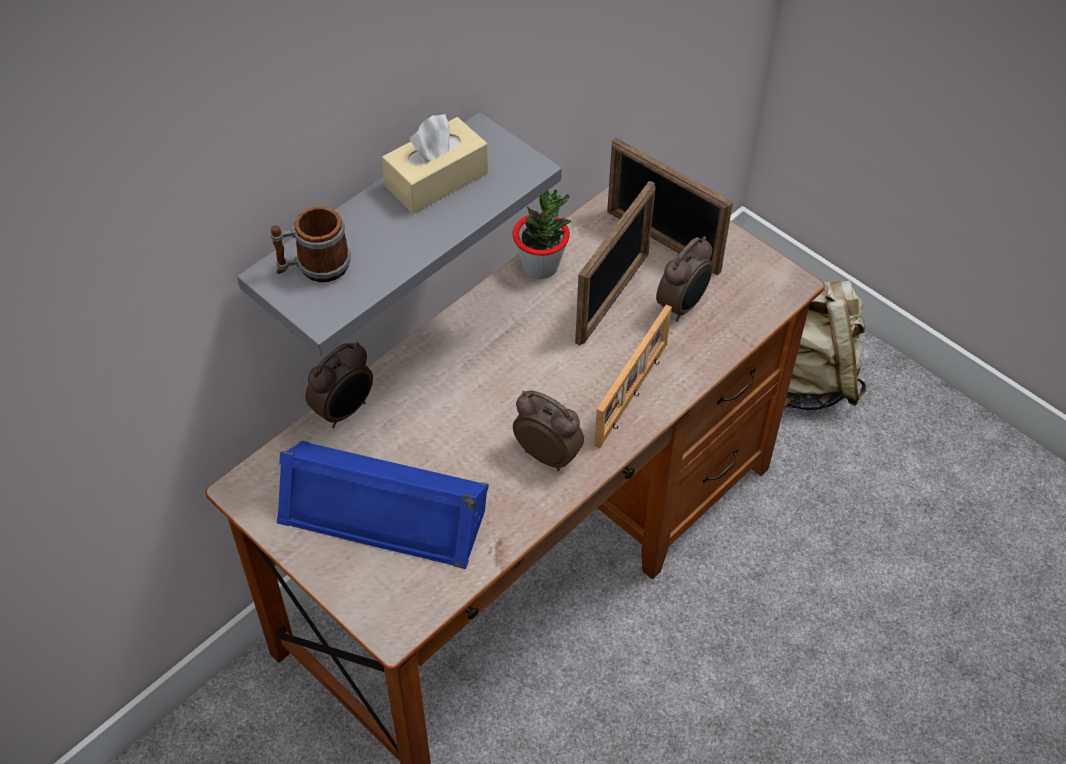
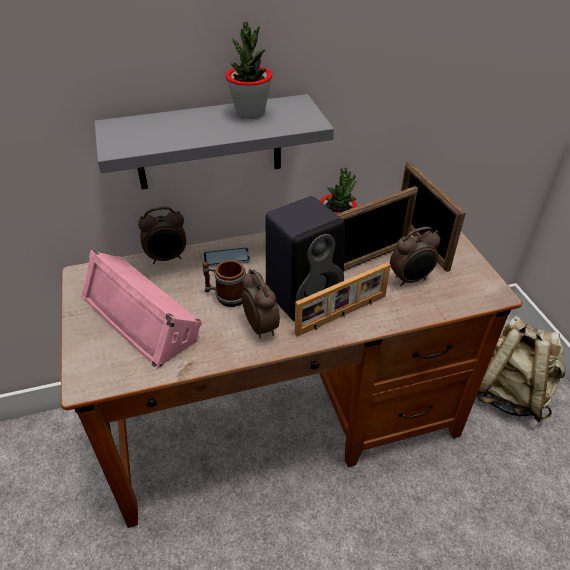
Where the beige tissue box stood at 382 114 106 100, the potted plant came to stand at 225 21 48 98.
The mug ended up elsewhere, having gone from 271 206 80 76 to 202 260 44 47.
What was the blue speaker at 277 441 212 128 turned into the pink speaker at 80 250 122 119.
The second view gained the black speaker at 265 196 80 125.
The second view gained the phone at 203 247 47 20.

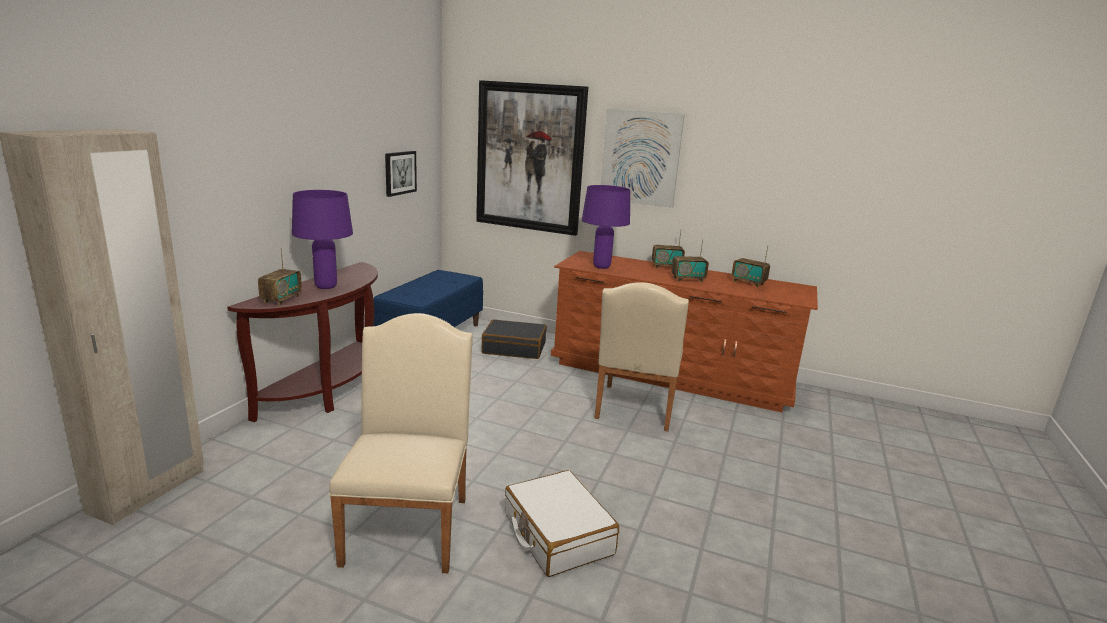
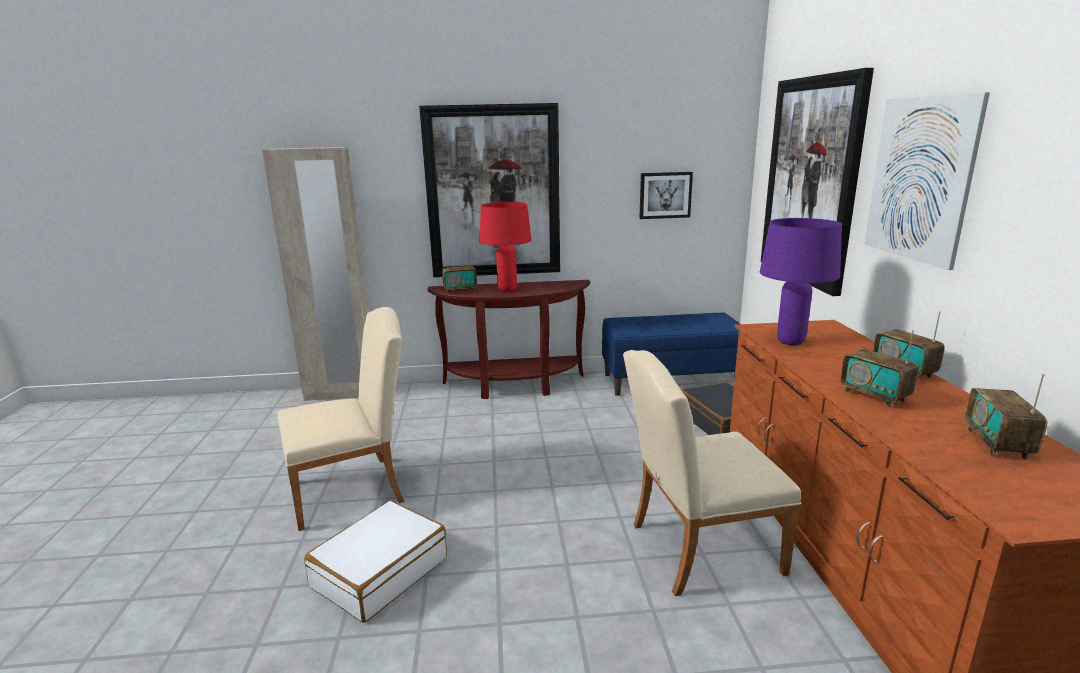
What was the purple table lamp at 292 190 61 99 turned into the red table lamp at 479 202 53 90.
The second view gained the picture at 419 103 141 174.

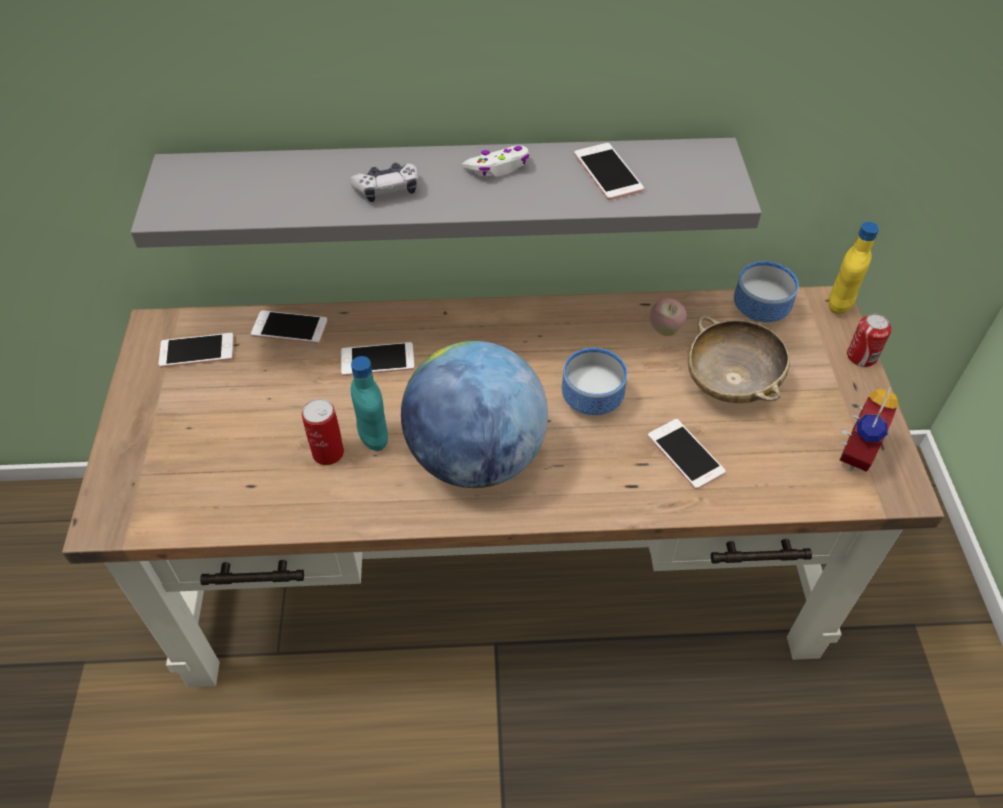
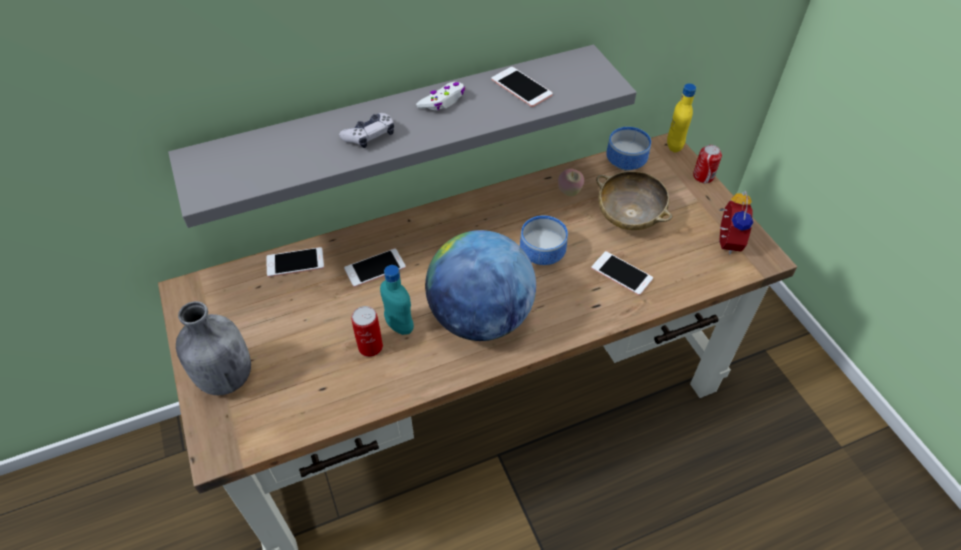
The second view lost the phone at 159 333 75 35.
The second view gained the grey bottle at 176 301 75 94.

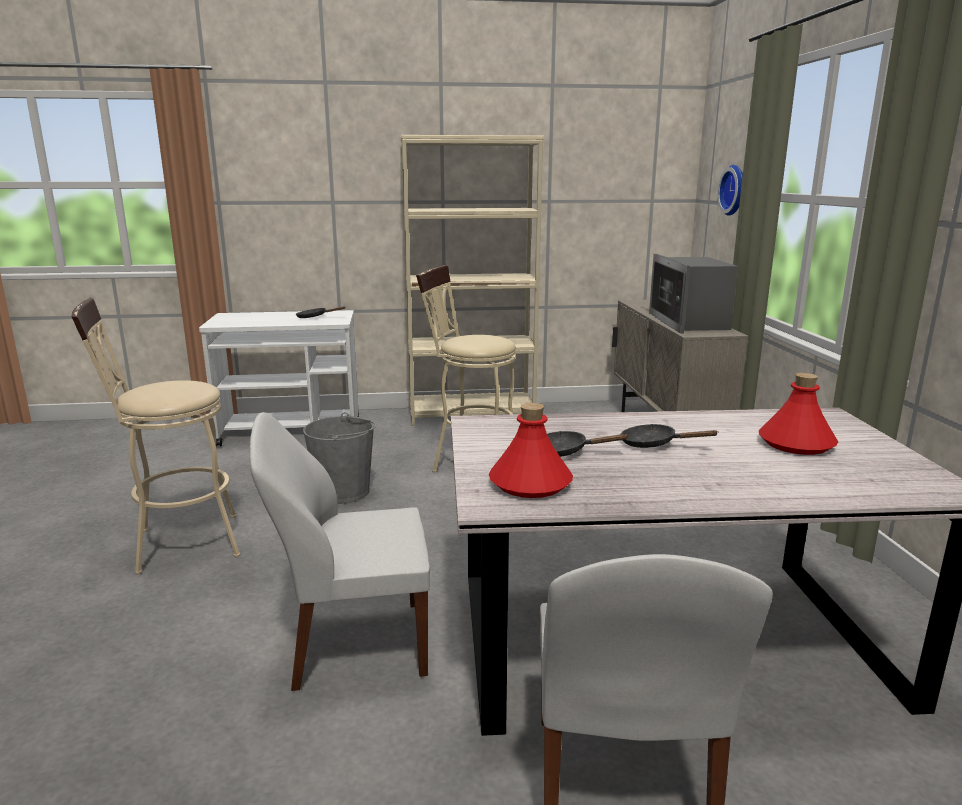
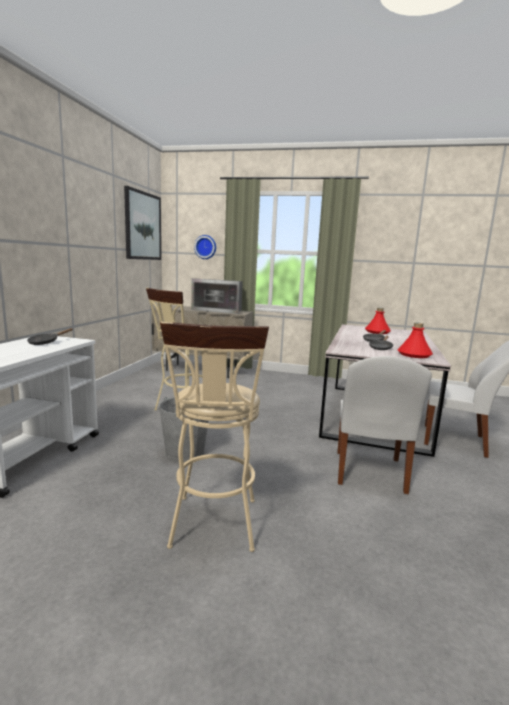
The second view lost the beige bookcase at 401 135 143 290.
The second view gained the picture at 124 186 37 74.

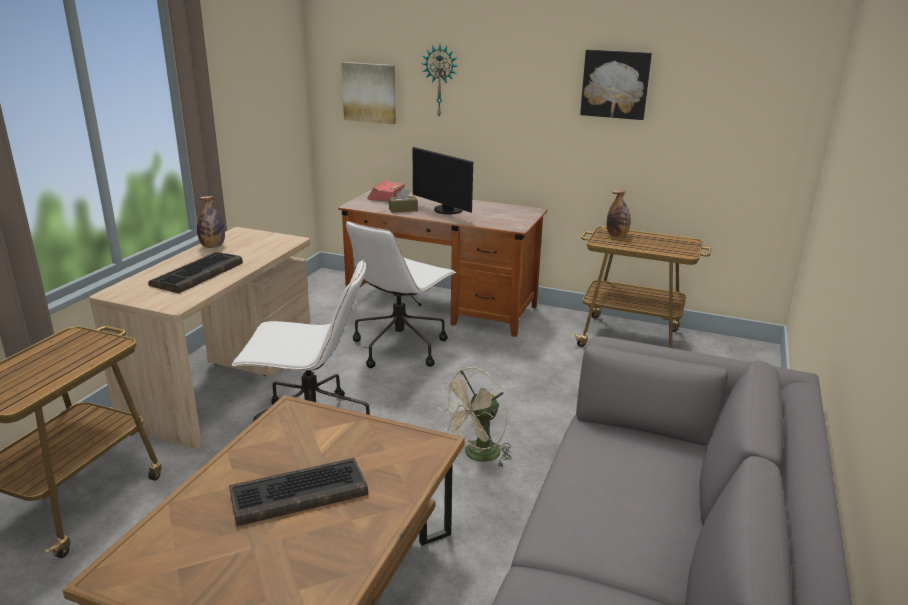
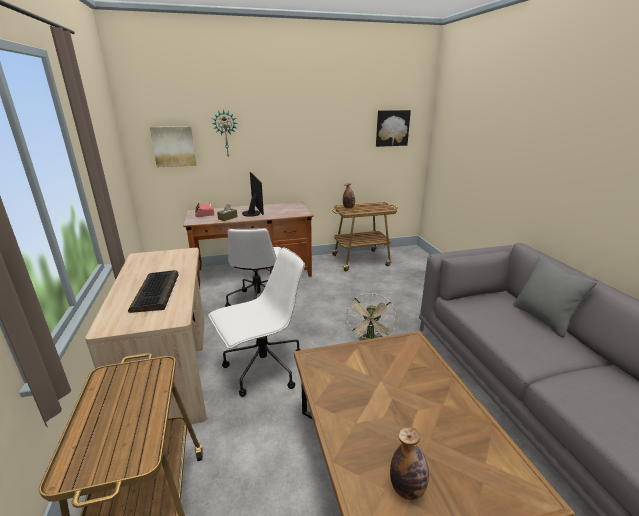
The picture ended up elsewhere, having gone from 580 49 72 71 to 376 110 35 37.
The monitor at 413 147 60 68 ended up facing another way, 120 degrees counterclockwise from before.
The bottle ended up elsewhere, having gone from 197 196 28 52 to 390 427 39 73.
The second view lost the keyboard at 229 458 139 68.
The second view gained the grey pillow at 513 256 84 81.

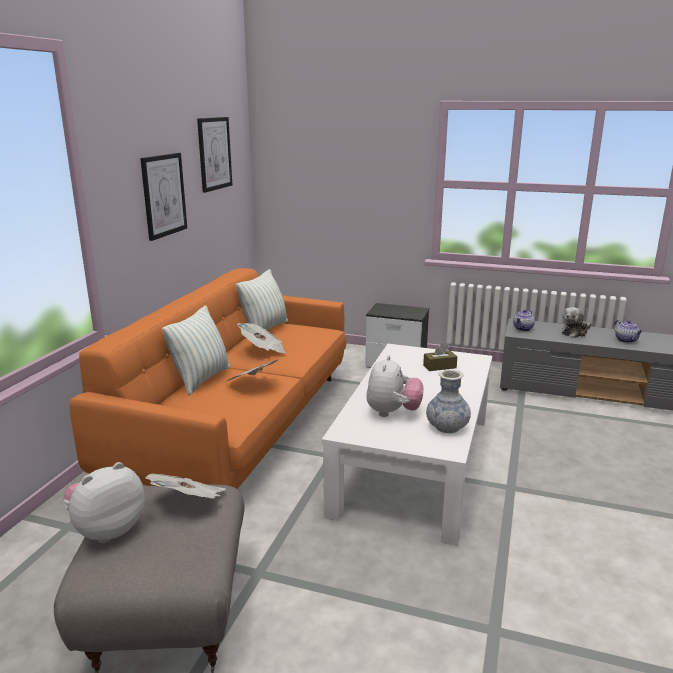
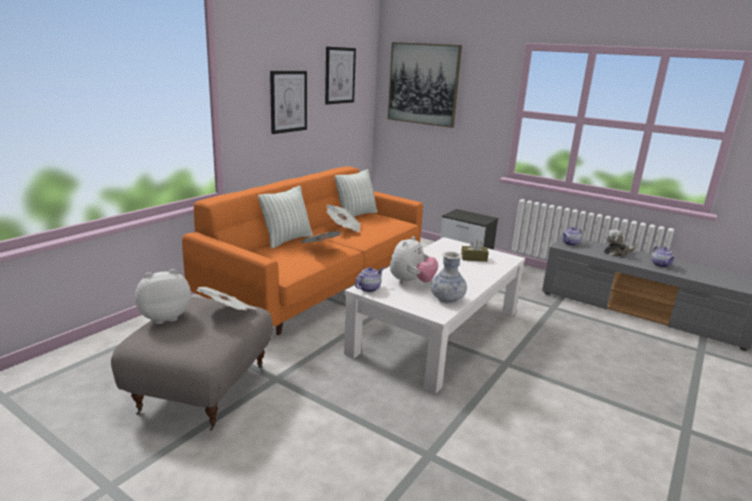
The second view gained the picture at 388 42 74 86.
The second view gained the teapot at 355 267 28 25.

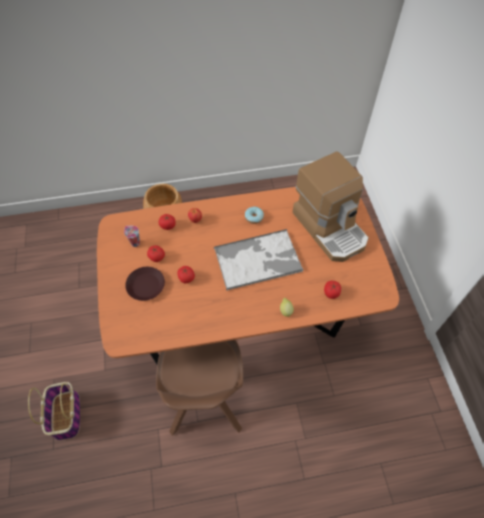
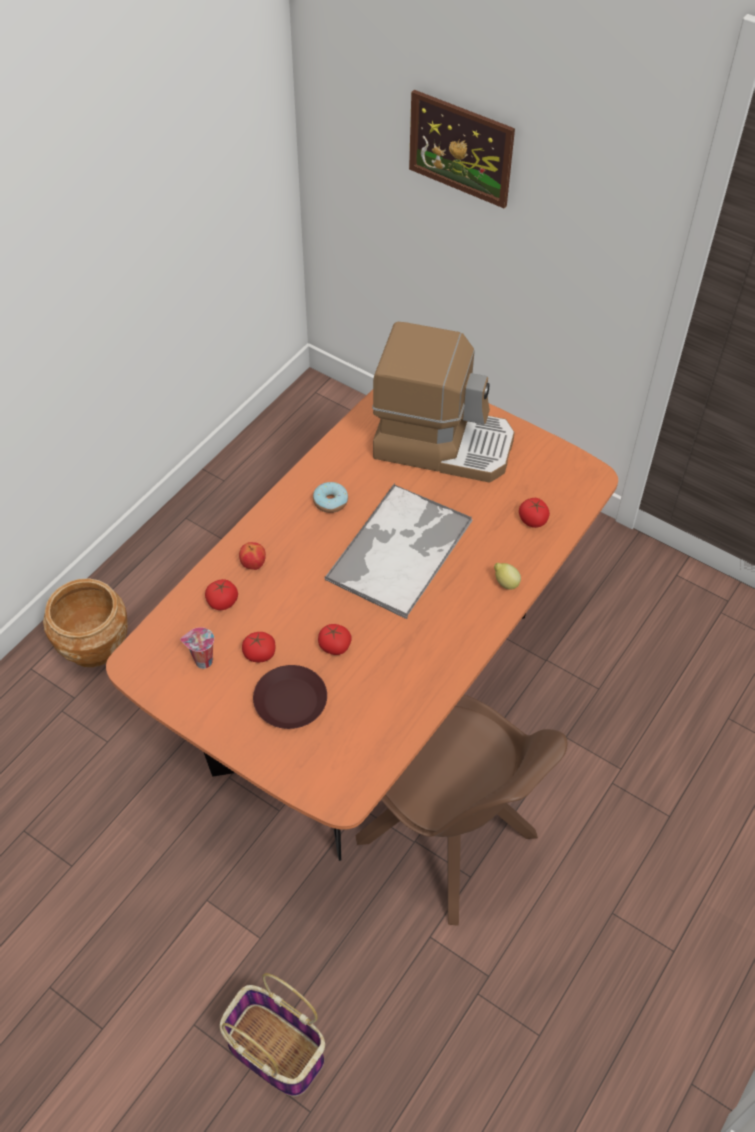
The second view gained the picture at 409 90 106 118.

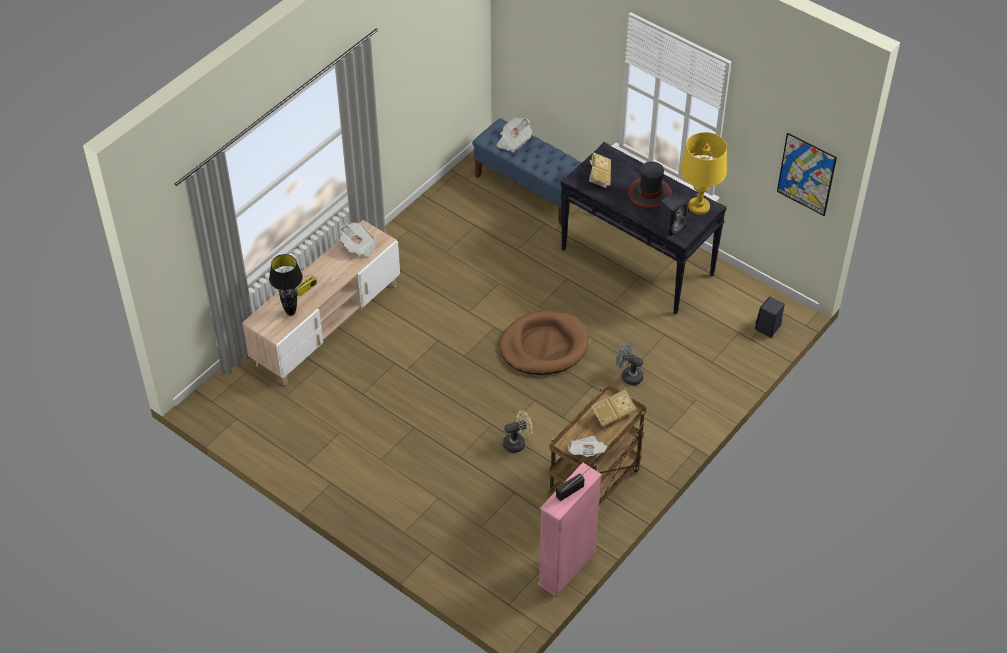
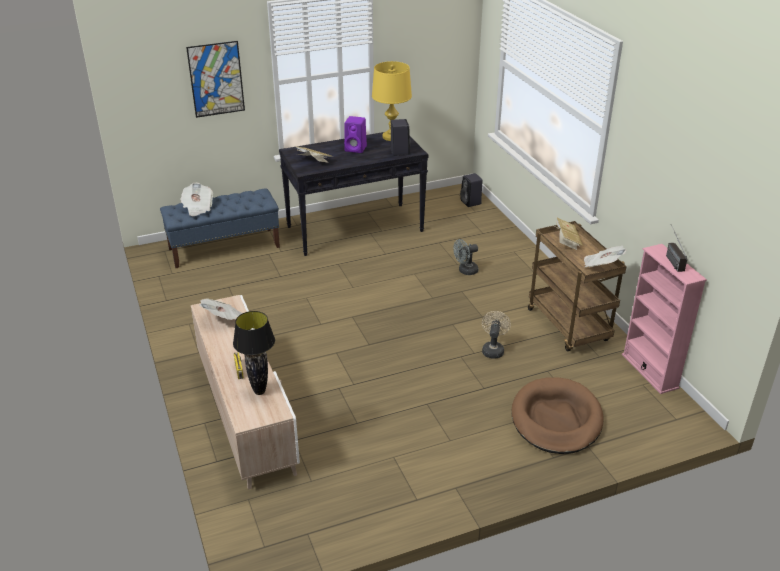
The picture ended up elsewhere, having gone from 777 133 60 83 to 186 41 59 77.
Where the hat stood at 628 162 44 46, the purple speaker came to stand at 344 116 23 37.
The brown dog bed ended up elsewhere, having gone from 500 311 88 64 to 511 377 92 77.

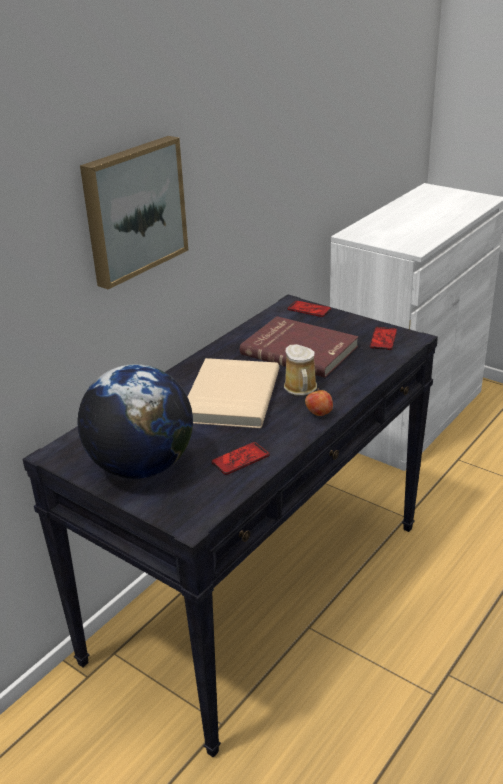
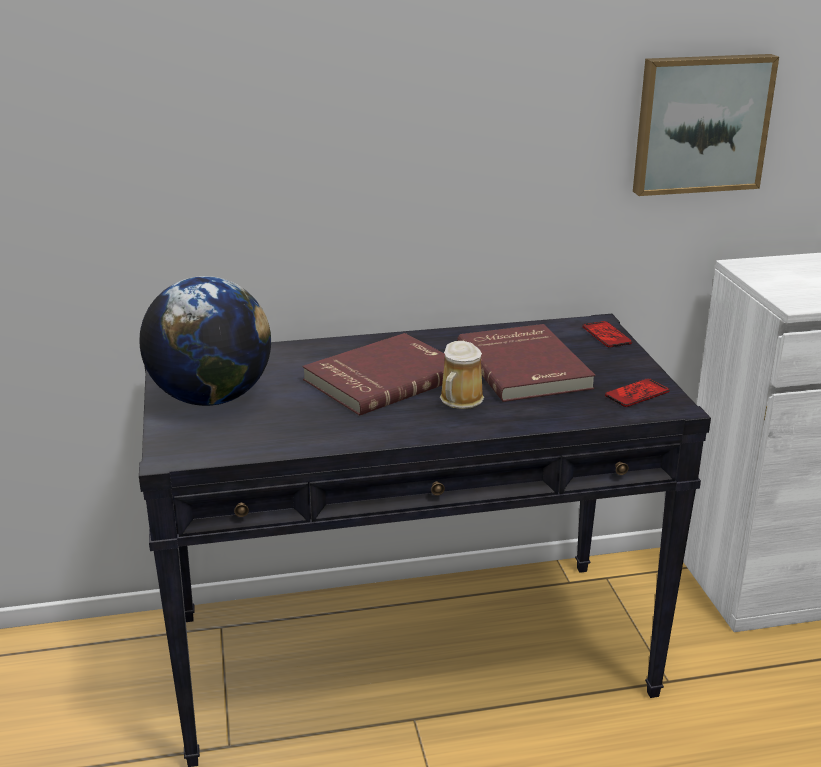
The picture ended up elsewhere, having gone from 80 136 108 153 to 633 54 146 142.
What was the beige book at 188 358 91 70 turned into the red book at 302 333 143 83.
The second view lost the apple at 305 388 28 28.
The second view lost the phone at 211 442 59 33.

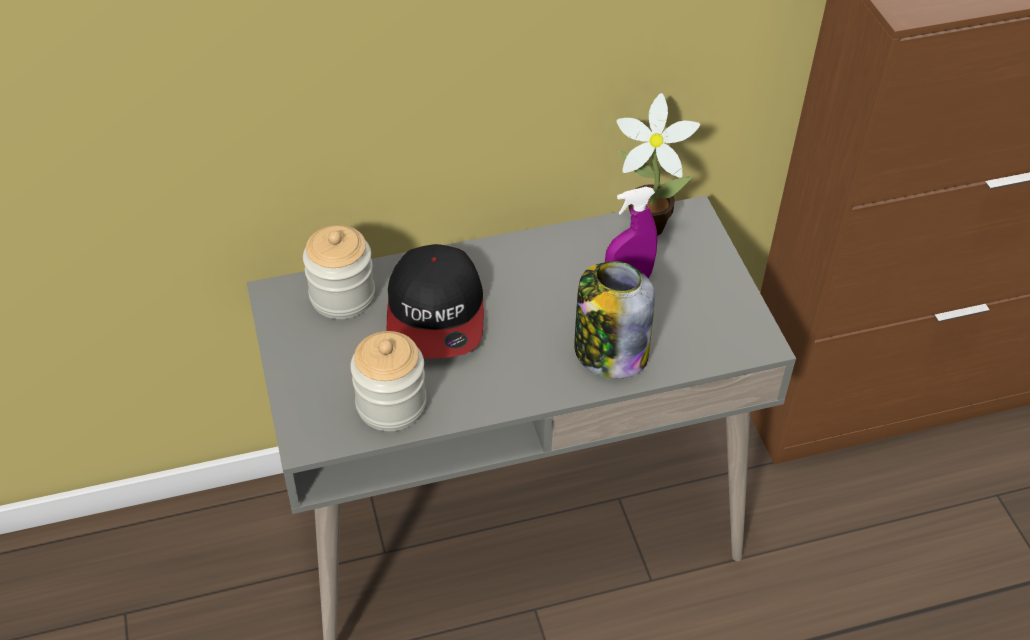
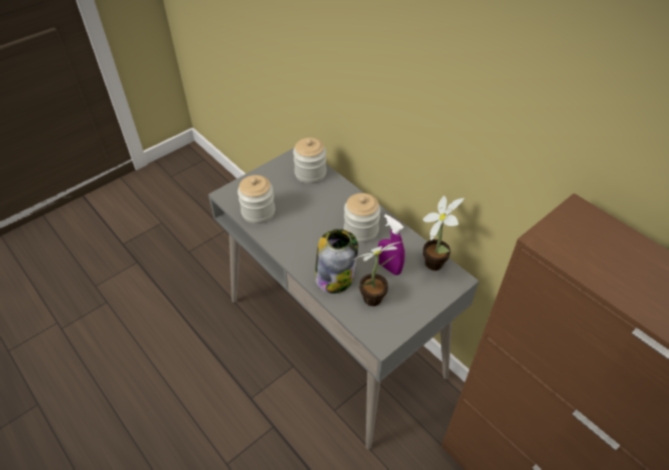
The second view lost the cap at 387 244 97 115.
The second view gained the jar at 344 193 37 50.
The second view gained the potted plant at 351 241 53 65.

